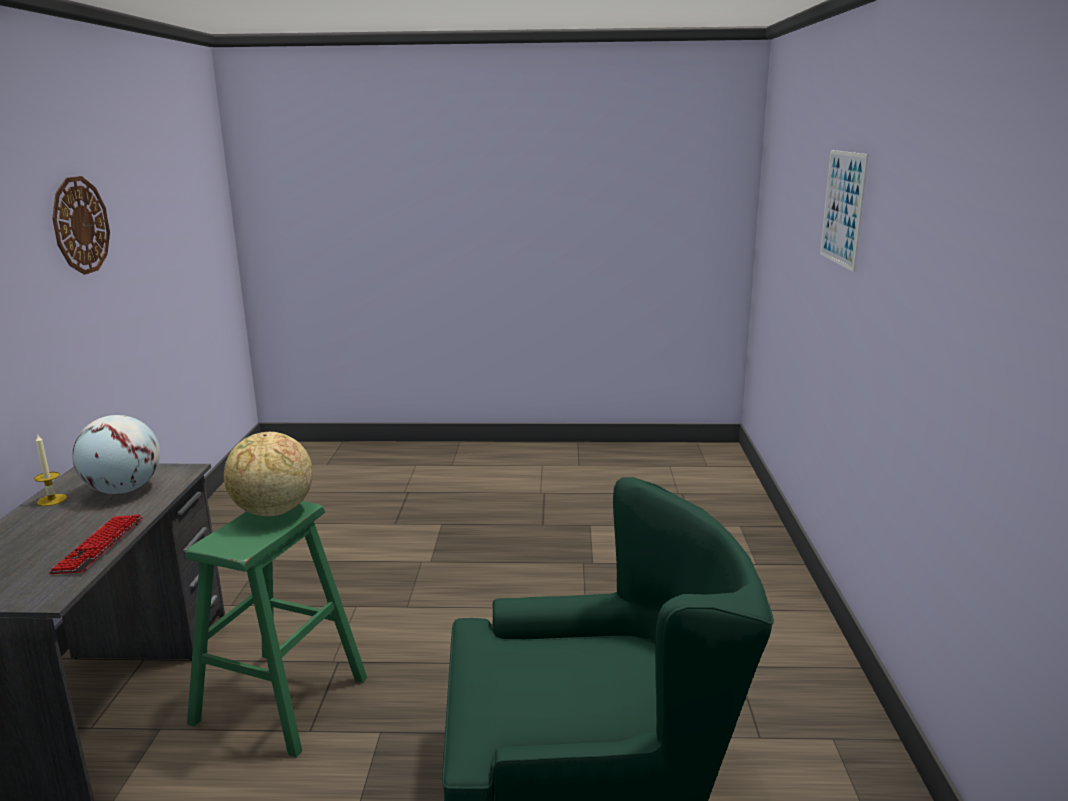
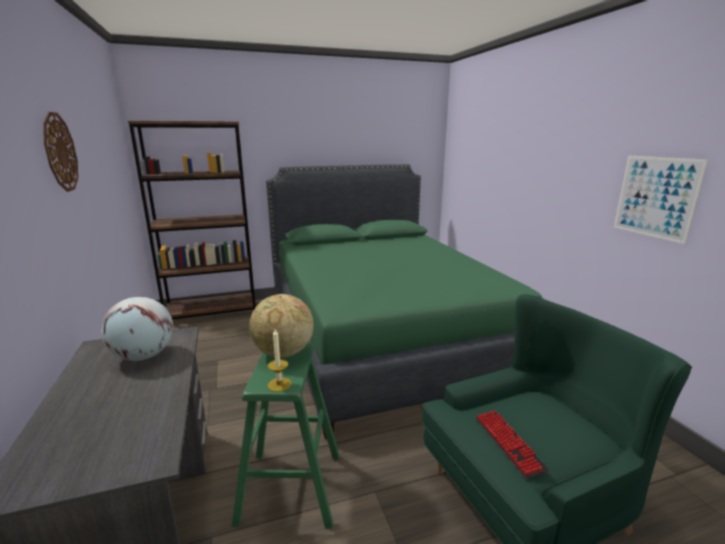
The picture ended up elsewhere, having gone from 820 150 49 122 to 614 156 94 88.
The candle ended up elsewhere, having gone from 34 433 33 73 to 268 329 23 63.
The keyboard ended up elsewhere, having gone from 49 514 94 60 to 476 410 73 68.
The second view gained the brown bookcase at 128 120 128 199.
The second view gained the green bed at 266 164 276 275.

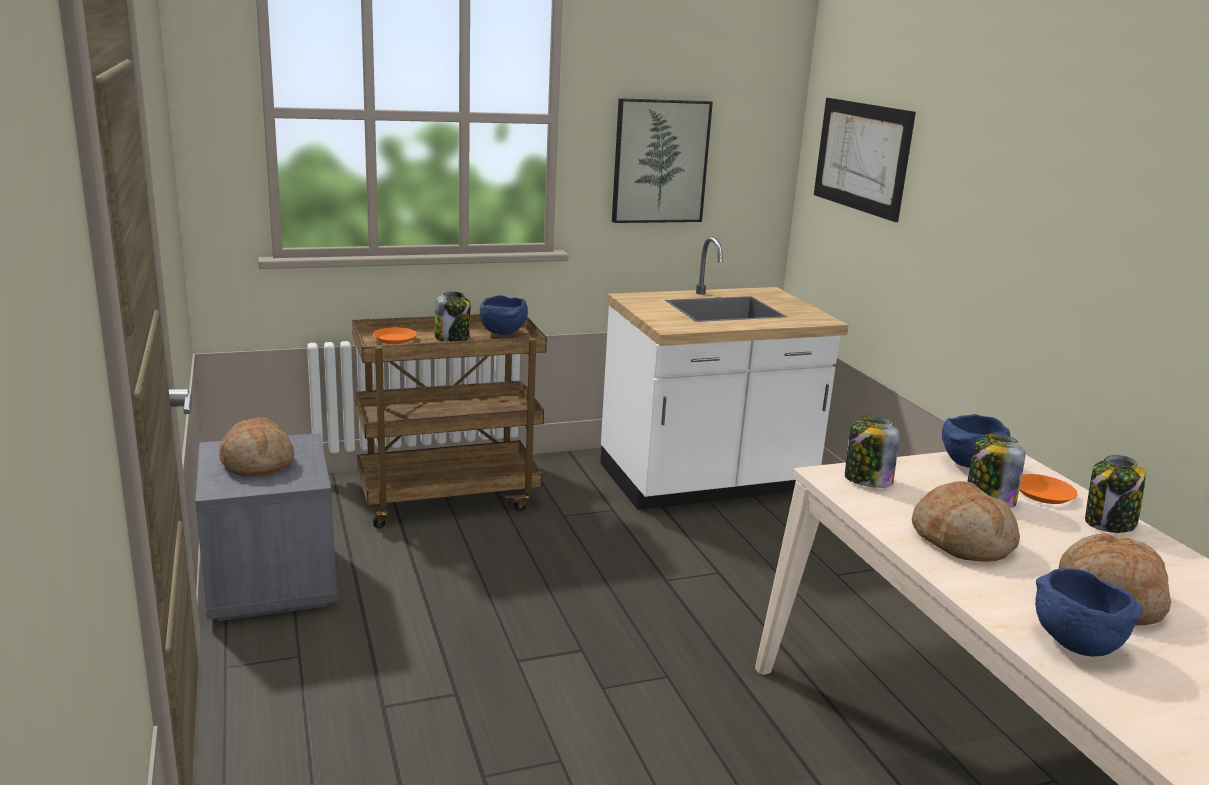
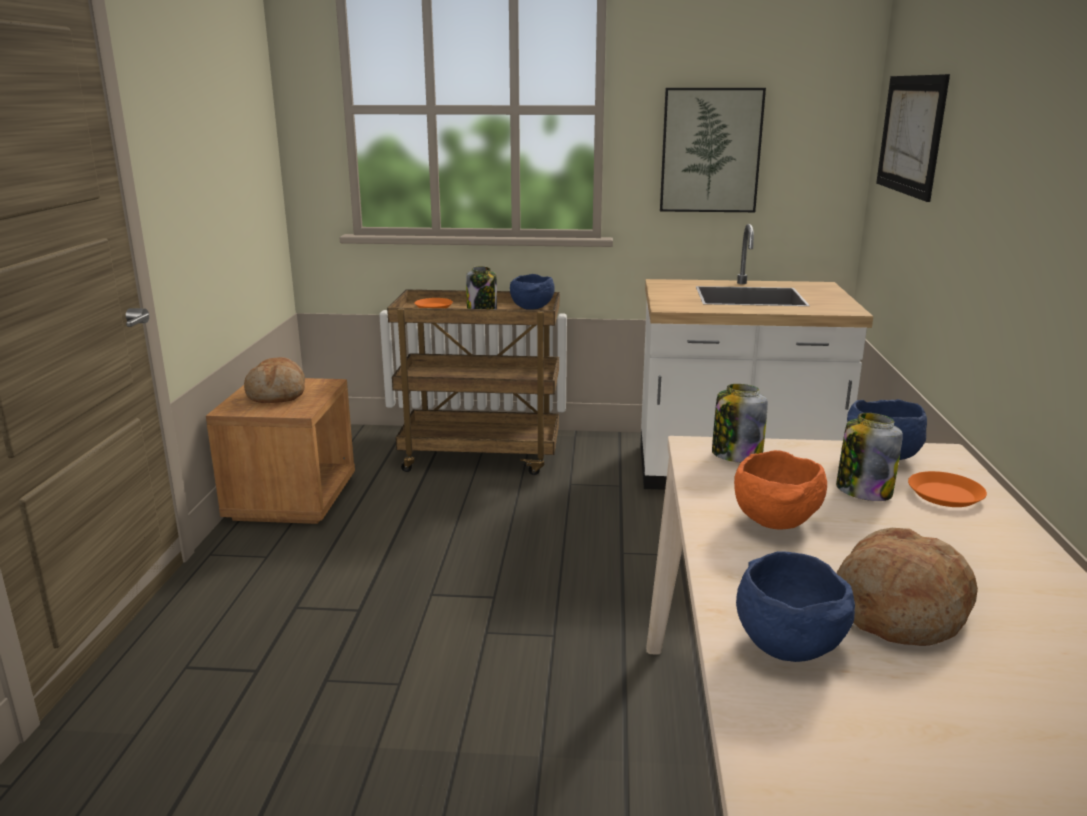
What was the grey nightstand at 195 433 142 188 turned into the brown nightstand at 206 378 149 146.
The second view lost the jar at 1085 455 61 78.
Where the bread stood at 912 481 108 81, the orange bowl came to stand at 734 450 93 80.

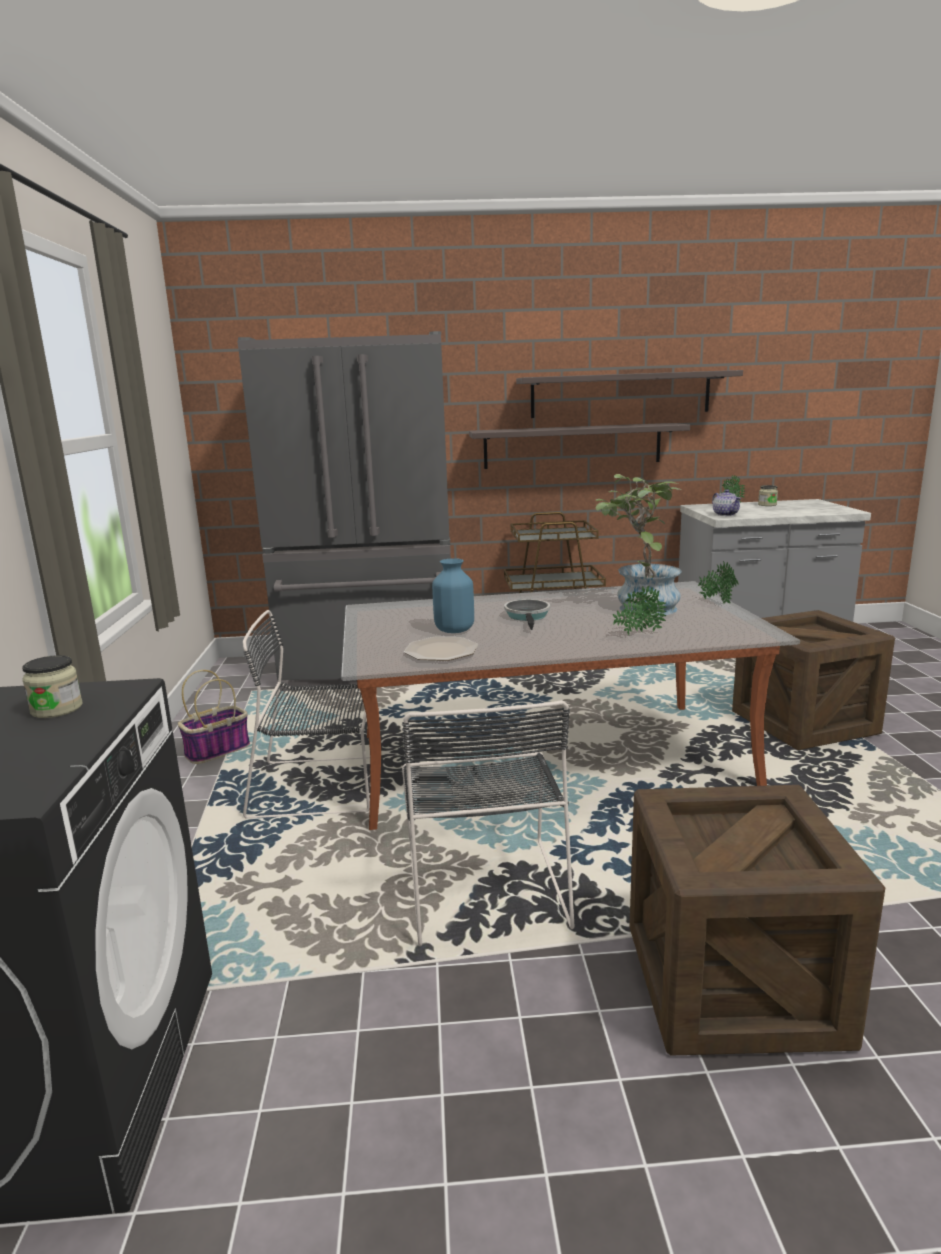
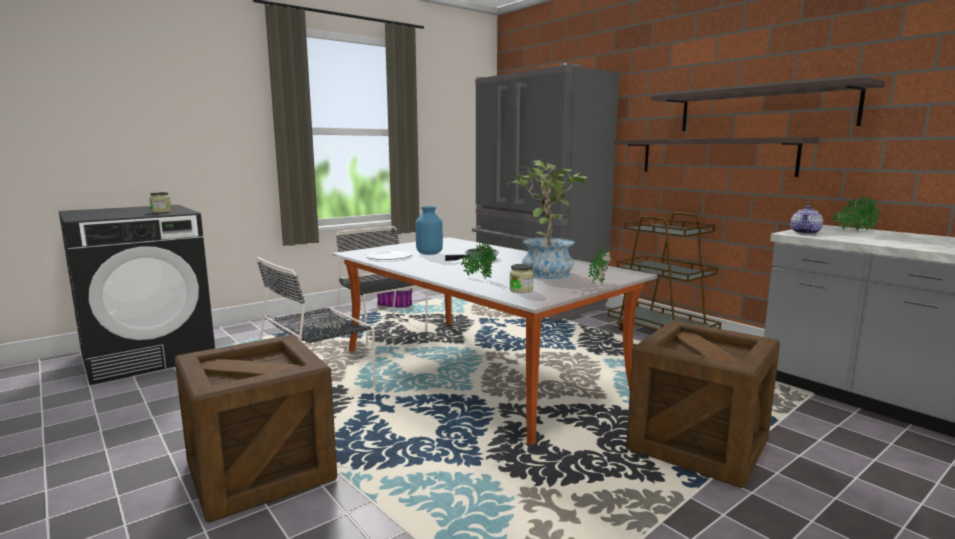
The jar ended up elsewhere, having gone from 758 485 20 21 to 510 264 24 29.

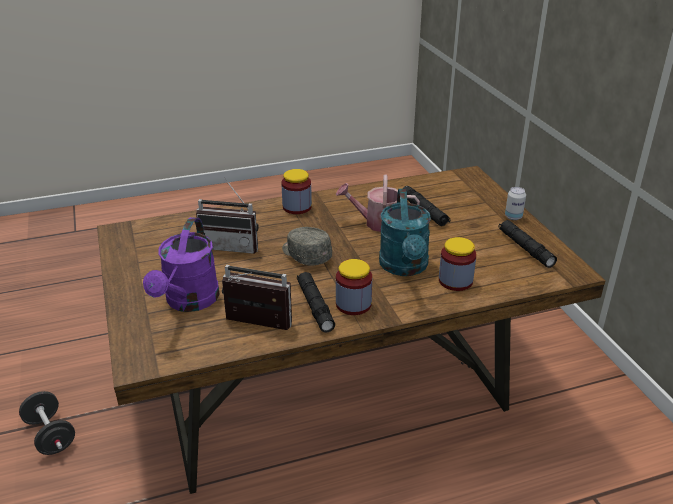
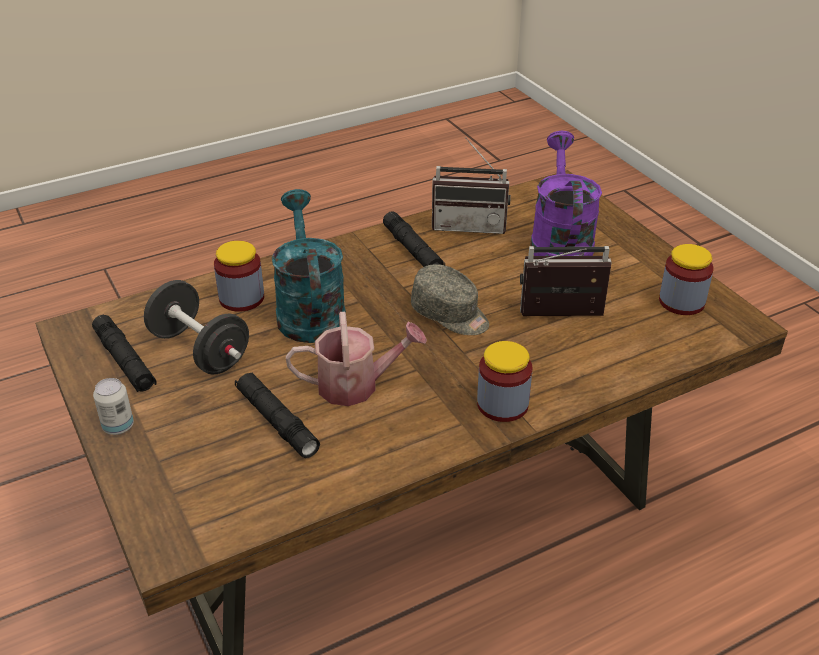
The jar ended up elsewhere, having gone from 336 259 36 56 to 659 244 55 71.
The black dumbbell ended up elsewhere, having gone from 19 391 56 64 to 144 280 105 95.

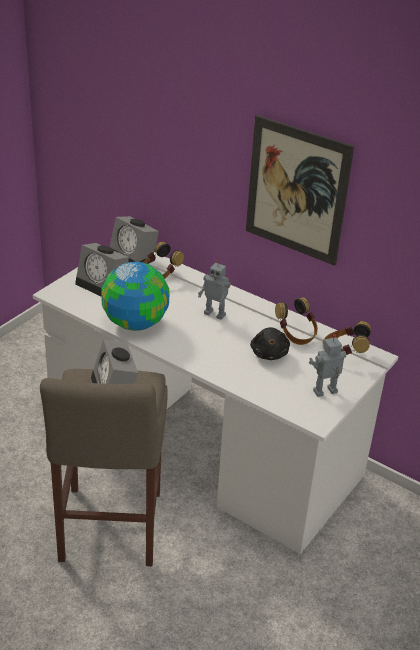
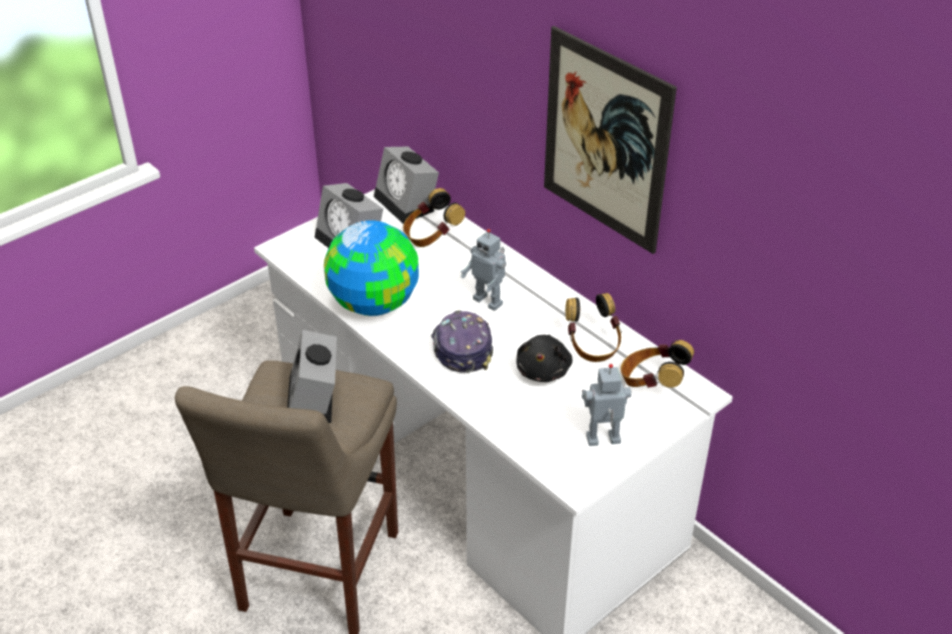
The second view gained the cap at 431 311 62 62.

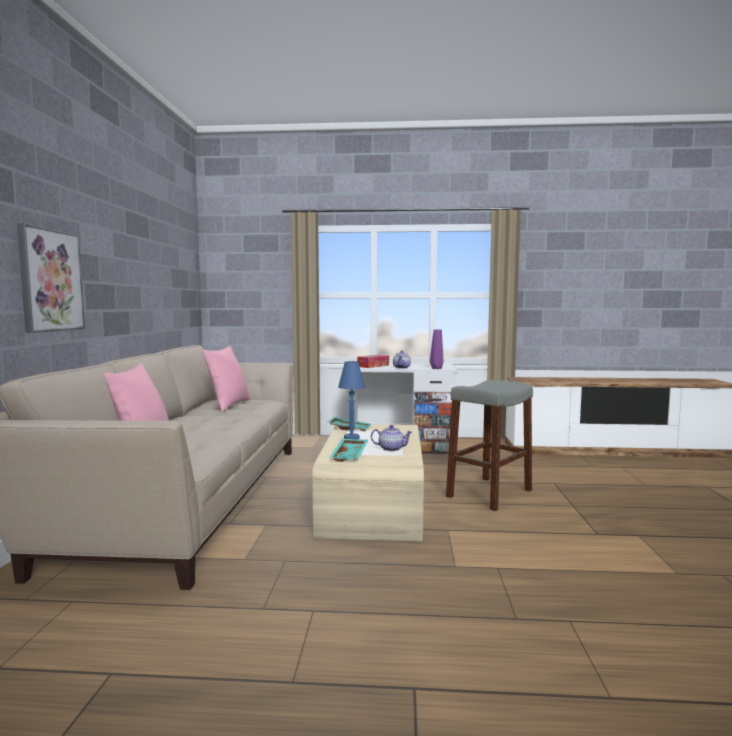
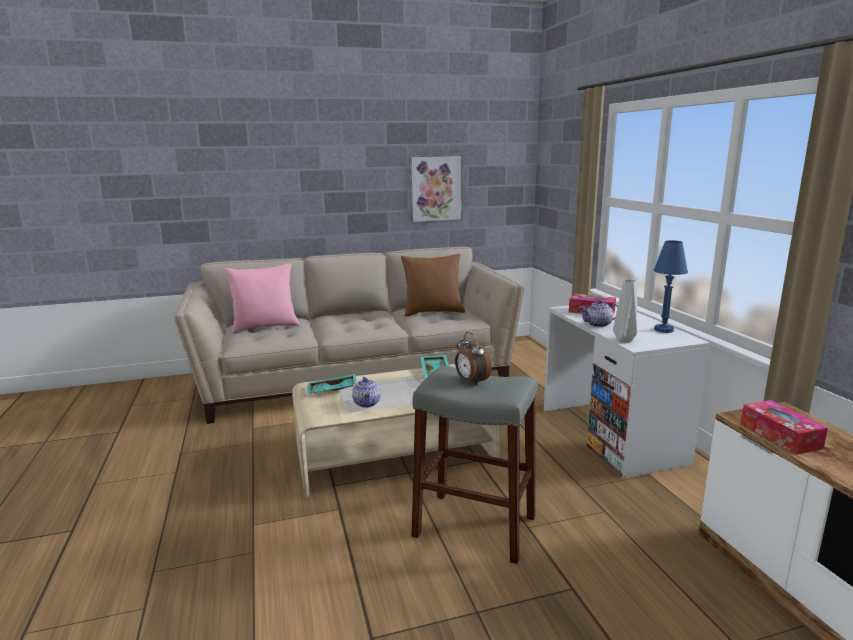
The picture ended up elsewhere, having gone from 17 223 68 110 to 409 155 54 69.
What was the purple vase at 429 329 14 40 turned into the grey vase at 613 279 24 64.
What was the pink pillow at 203 346 47 66 turned into the brown pillow at 401 254 64 63.
The blue table lamp ended up elsewhere, having gone from 338 361 27 78 to 653 240 35 93.
The second view gained the alarm clock at 455 332 37 54.
The second view gained the tissue box at 741 400 87 55.

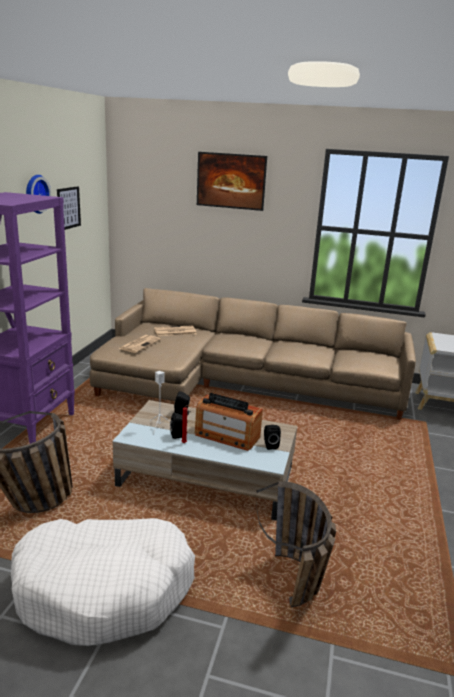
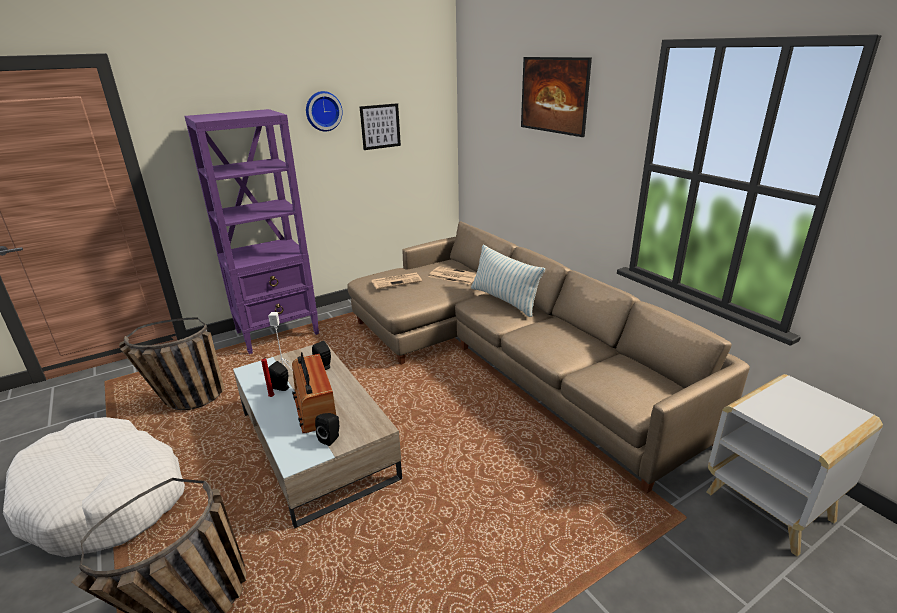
The second view gained the pillow at 471 245 74 72.

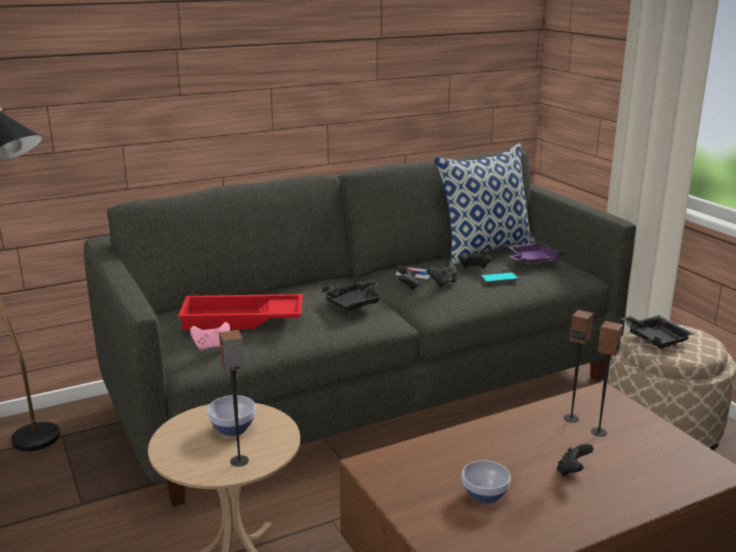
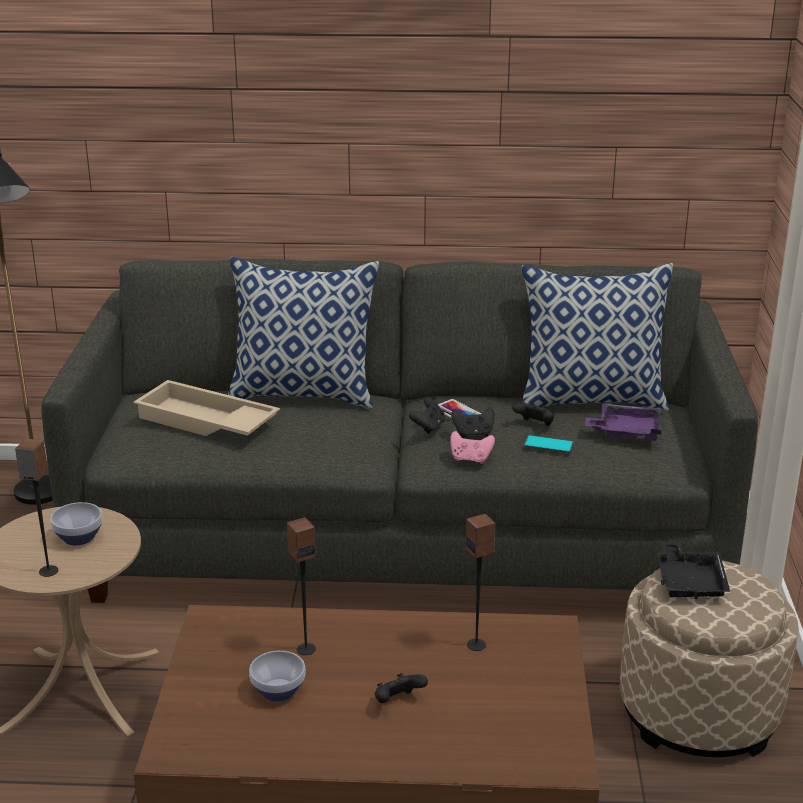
The second view lost the black tray at 322 280 64 31.
What was the red tray at 178 294 125 36 turned into the beige tray at 133 380 147 56.
The speaker ended up elsewhere, having gone from 591 321 32 115 to 287 517 29 138.
The pink game controller ended up elsewhere, having gone from 190 322 40 29 to 450 431 45 33.
The second view gained the pillow at 228 257 151 151.

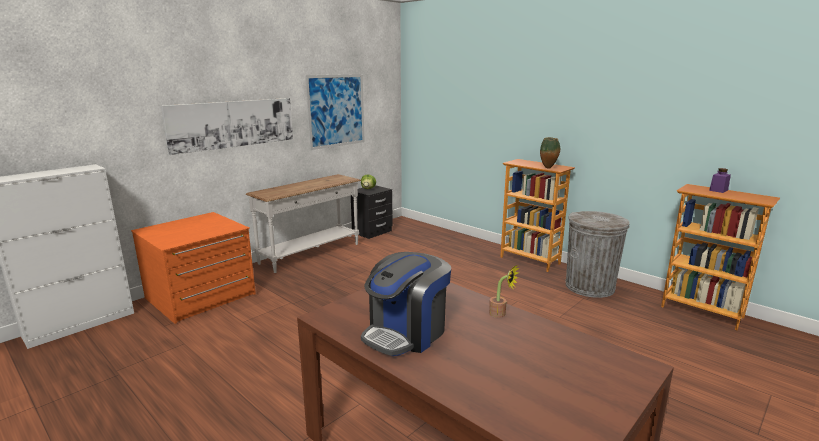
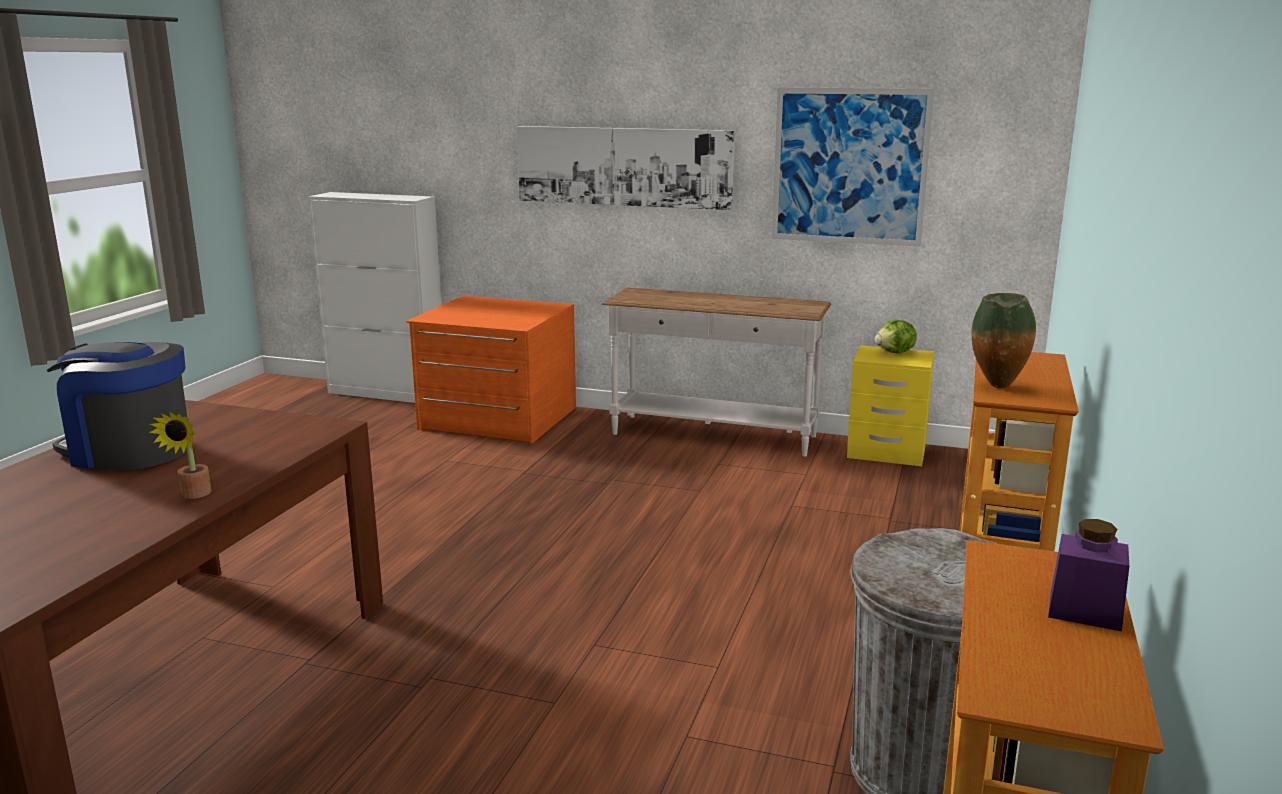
What was the black nightstand at 351 185 42 54 turned into the yellow nightstand at 847 345 87 121.

